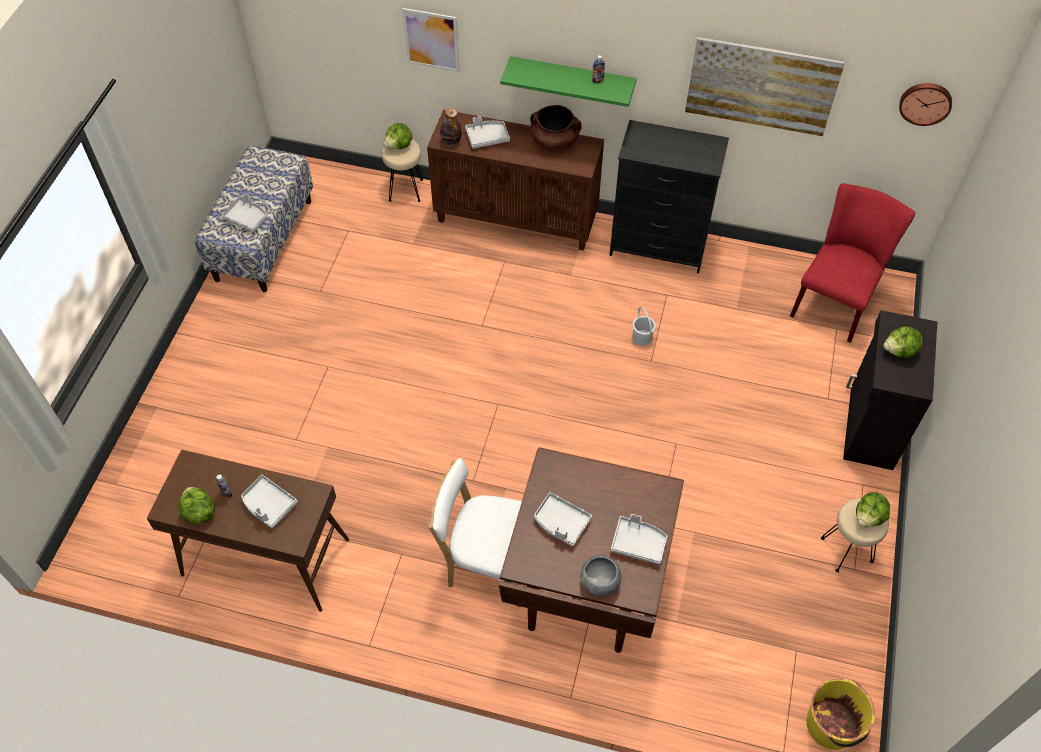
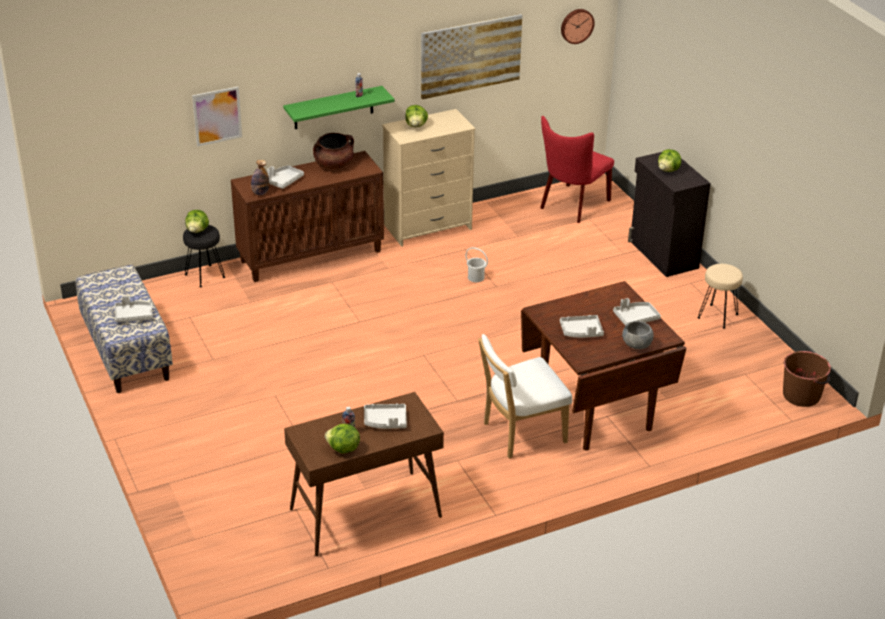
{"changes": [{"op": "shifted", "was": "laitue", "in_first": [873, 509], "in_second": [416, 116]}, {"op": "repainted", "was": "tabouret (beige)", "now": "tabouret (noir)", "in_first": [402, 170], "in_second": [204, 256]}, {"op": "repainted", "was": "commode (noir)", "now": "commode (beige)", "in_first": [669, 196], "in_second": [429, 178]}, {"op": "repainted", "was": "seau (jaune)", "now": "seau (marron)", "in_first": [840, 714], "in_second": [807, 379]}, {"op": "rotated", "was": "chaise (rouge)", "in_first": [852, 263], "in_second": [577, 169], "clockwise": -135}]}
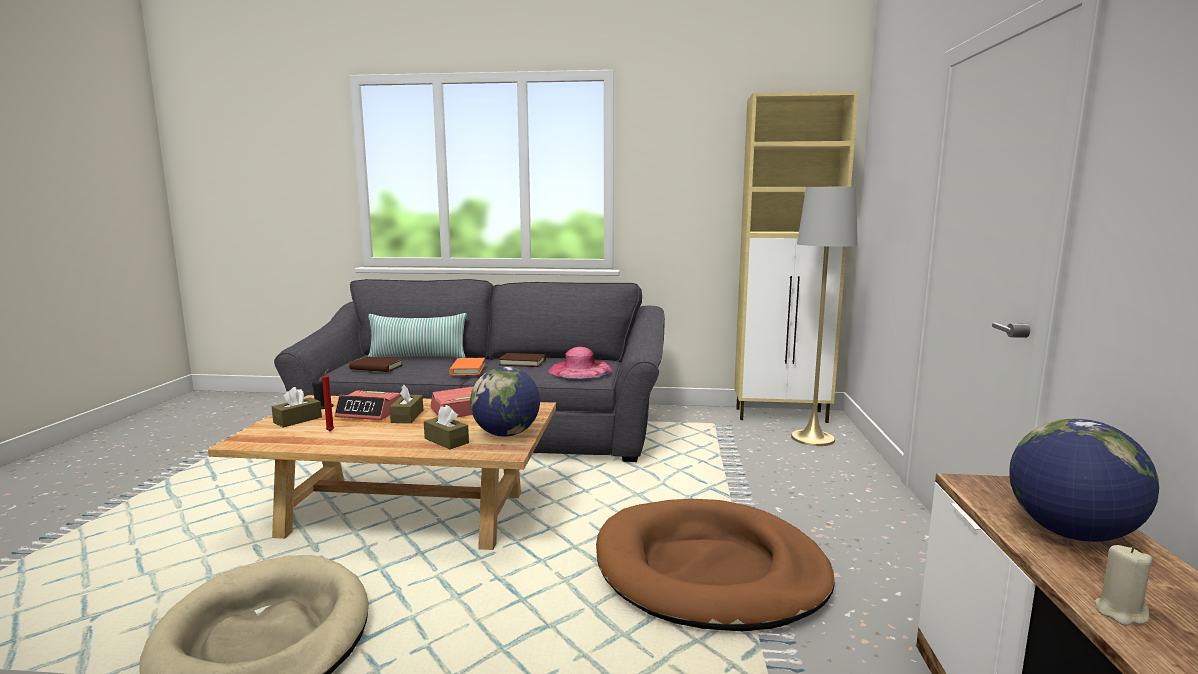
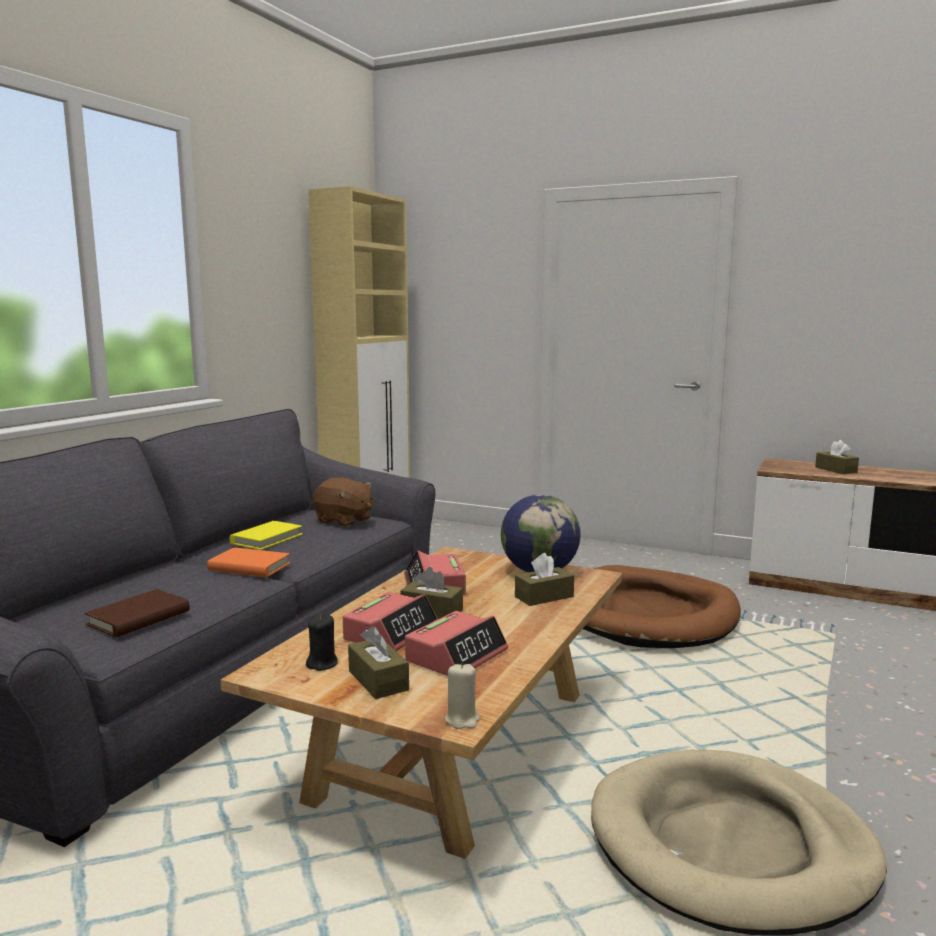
{"changes": [{"op": "gone", "was": "coussin", "in_first": [417, 335]}, {"op": "gone", "was": "lampadaire (gris)", "in_first": [824, 315]}, {"op": "shifted", "was": "bougie (beige)", "in_first": [1123, 585], "in_second": [462, 696]}, {"op": "swapped", "was": "bougie (rouge)", "now": "réveil", "in_first": [328, 400], "in_second": [456, 643]}, {"op": "swapped", "was": "chapeau (rose)", "now": "peluche (marron)", "in_first": [581, 363], "in_second": [343, 502]}, {"op": "swapped", "was": "globe", "now": "boîte à mouchoirs (marron)", "in_first": [1084, 480], "in_second": [837, 457]}, {"op": "repainted", "was": "livre (marron)", "now": "livre (jaune)", "in_first": [522, 360], "in_second": [266, 535]}]}
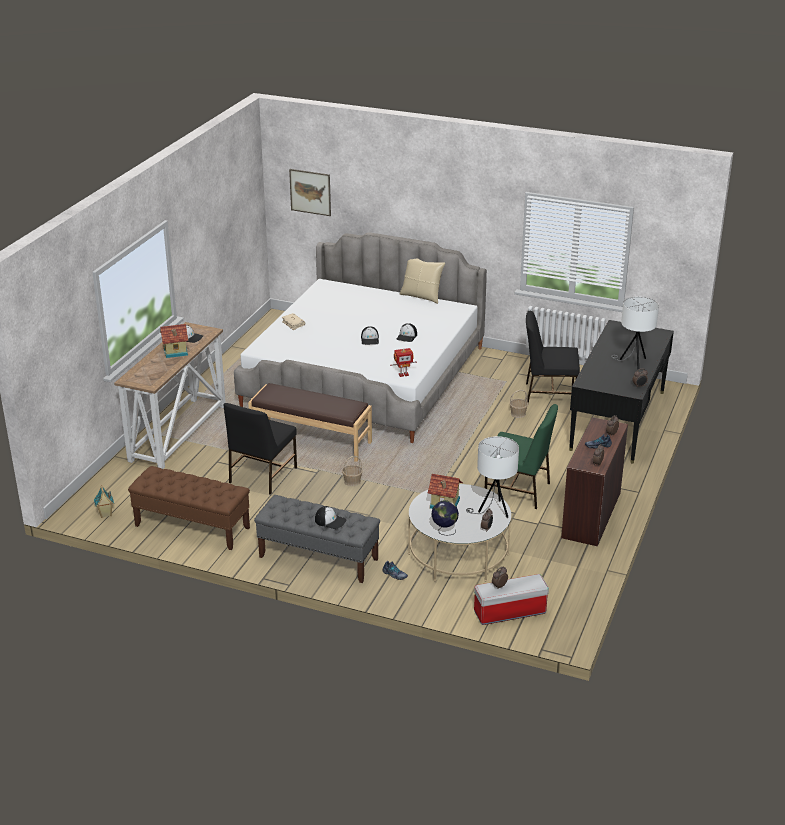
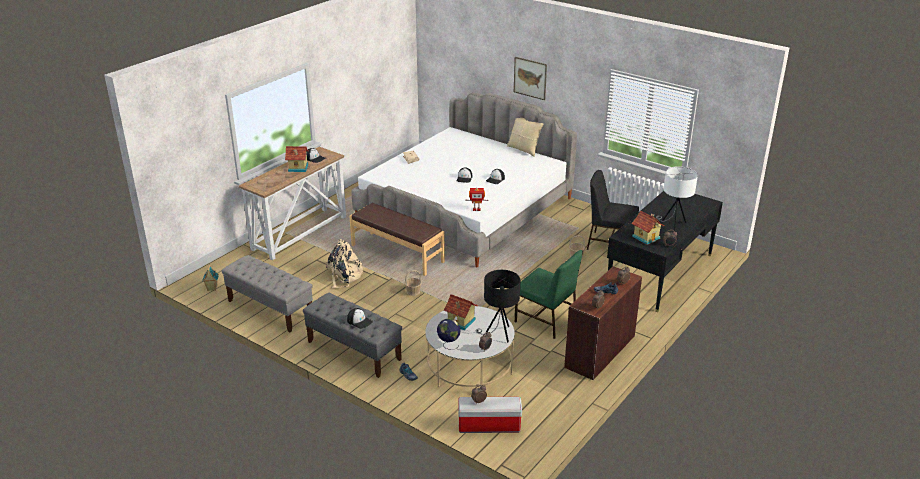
{"changes": [{"op": "new", "now": "maison miniature", "in_second": [647, 227]}, {"op": "shifted", "was": "tableau", "in_first": [310, 192], "in_second": [530, 78]}, {"op": "swapped", "was": "chaise (noir)", "now": "sac à dos (beige)", "in_first": [260, 449], "in_second": [345, 263]}, {"op": "repainted", "was": "banc (marron)", "now": "banc (gris)", "in_first": [189, 508], "in_second": [267, 293]}, {"op": "repainted", "was": "lampe de table (blanc)", "now": "lampe de table (noir)", "in_first": [492, 477], "in_second": [498, 306]}]}
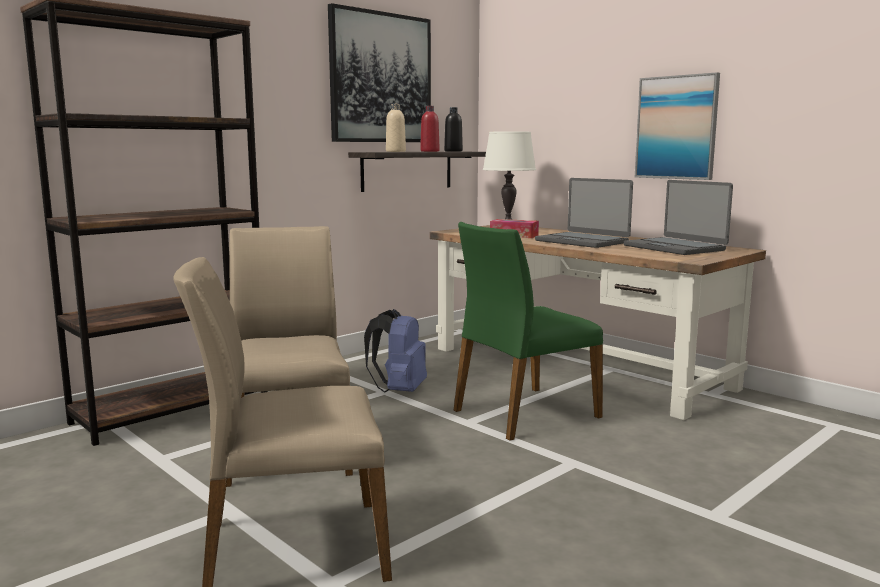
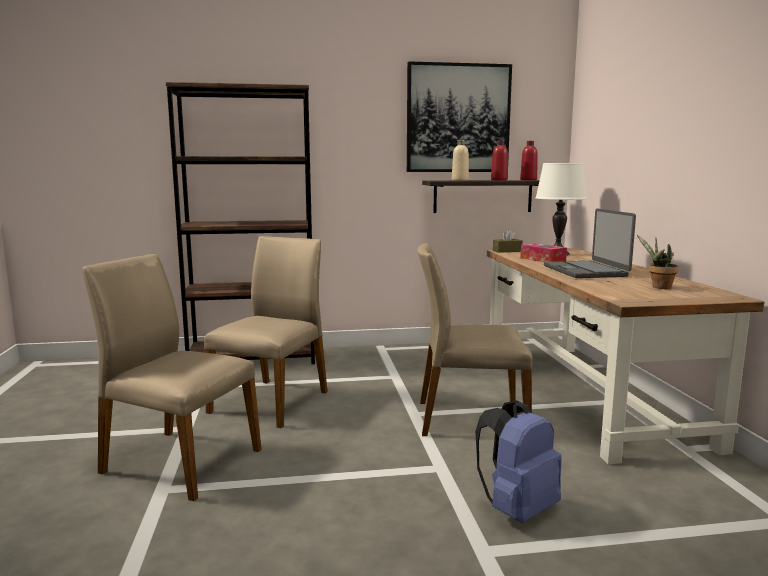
{"changes": [{"op": "gone", "was": "tableau", "in_first": [677, 126]}, {"op": "new", "now": "boîte à mouchoirs (marron)", "in_second": [508, 241]}, {"op": "shifted", "was": "sac à dos (bleu)", "in_first": [395, 351], "in_second": [518, 461]}, {"op": "swapped", "was": "ordinateur portable", "now": "plante en pot", "in_first": [678, 217], "in_second": [658, 262]}, {"op": "repainted", "was": "bouteille (noir)", "now": "bouteille (rouge)", "in_first": [453, 129], "in_second": [529, 160]}, {"op": "repainted", "was": "chaise (vert)", "now": "chaise (beige)", "in_first": [528, 331], "in_second": [474, 339]}]}
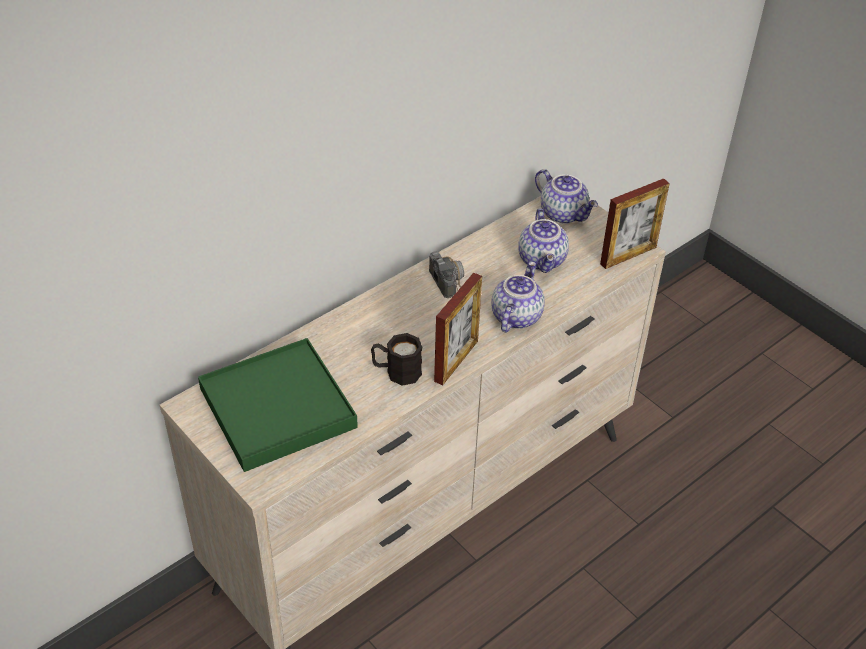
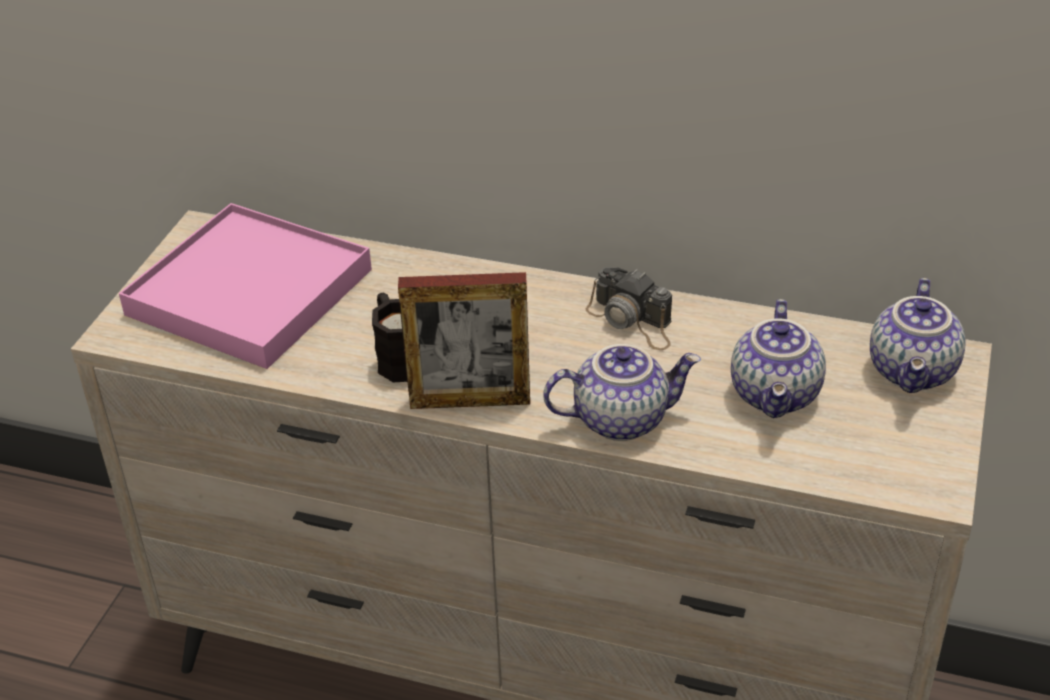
{"changes": [{"op": "gone", "was": "cadre photo", "in_first": [635, 223]}, {"op": "repainted", "was": "plateau (vert)", "now": "plateau (rose)", "in_first": [278, 405], "in_second": [245, 286]}, {"op": "rotated", "was": "appareil photo", "in_first": [446, 274], "in_second": [629, 308], "clockwise": 90}, {"op": "rotated", "was": "théière", "in_first": [543, 240], "in_second": [778, 358], "clockwise": -45}]}
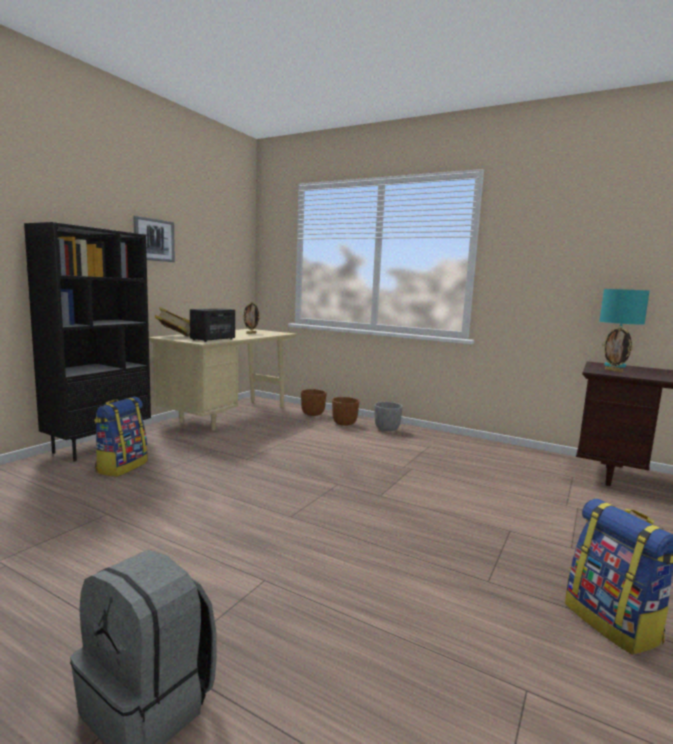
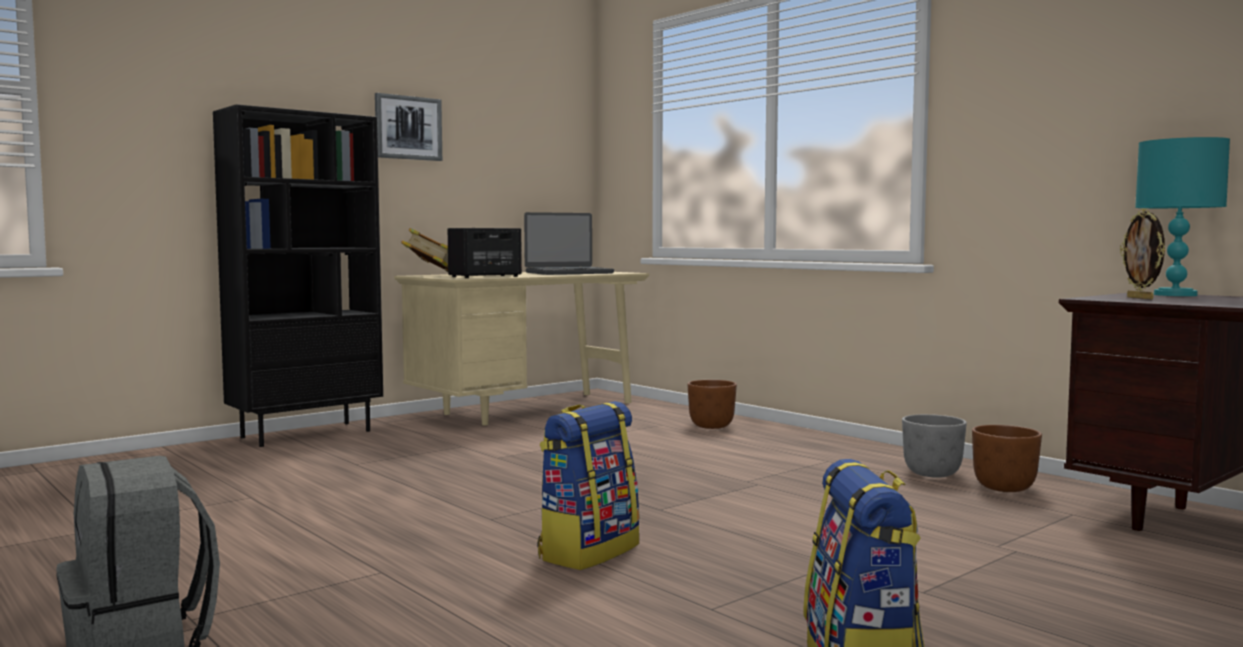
{"changes": [{"op": "shifted", "was": "sac à dos", "in_first": [121, 437], "in_second": [588, 485]}, {"op": "shifted", "was": "cache-pot (marron)", "in_first": [314, 402], "in_second": [1007, 458]}, {"op": "shifted", "was": "cache-pot (gris)", "in_first": [388, 416], "in_second": [934, 446]}, {"op": "swapped", "was": "cadre photo", "now": "ordinateur portable", "in_first": [252, 318], "in_second": [569, 243]}]}
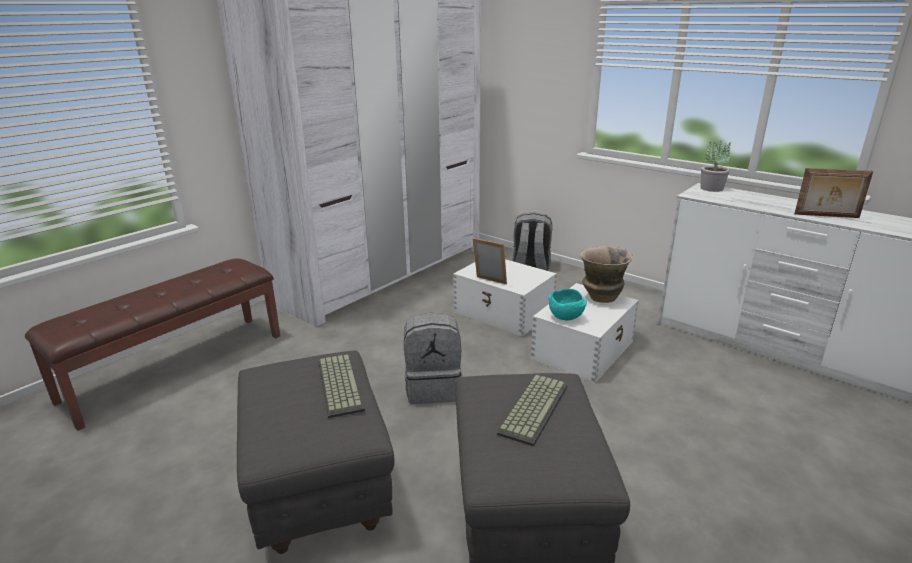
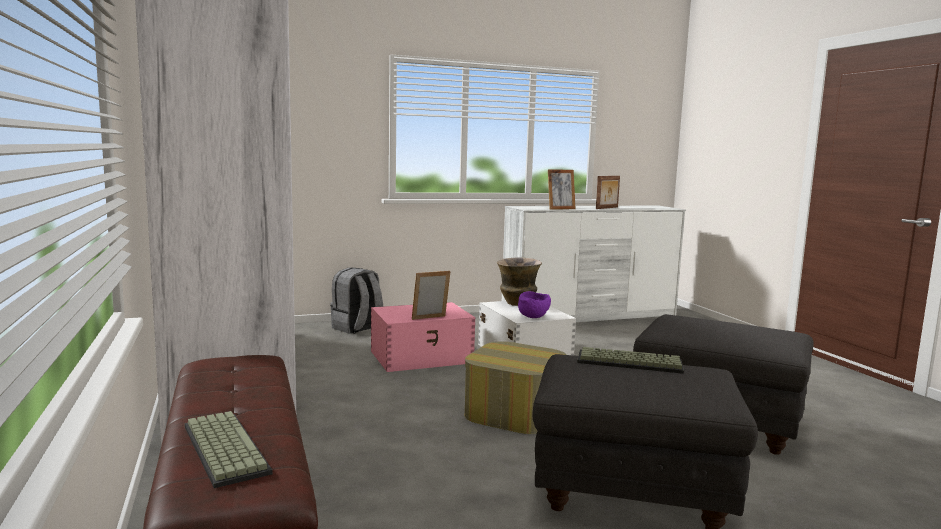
{"changes": [{"op": "gone", "was": "plante en pot", "in_first": [715, 166]}, {"op": "new", "now": "cadre photo", "in_second": [562, 189]}, {"op": "shifted", "was": "clavier", "in_first": [532, 410], "in_second": [229, 449]}, {"op": "swapped", "was": "sac à dos (gris)", "now": "pouf", "in_first": [433, 358], "in_second": [515, 388]}, {"op": "repainted", "was": "boîte de rangement (blanc)", "now": "boîte de rangement (rose)", "in_first": [505, 297], "in_second": [423, 337]}, {"op": "repainted", "was": "bol (turquoise)", "now": "bol (violet)", "in_first": [567, 304], "in_second": [534, 304]}]}
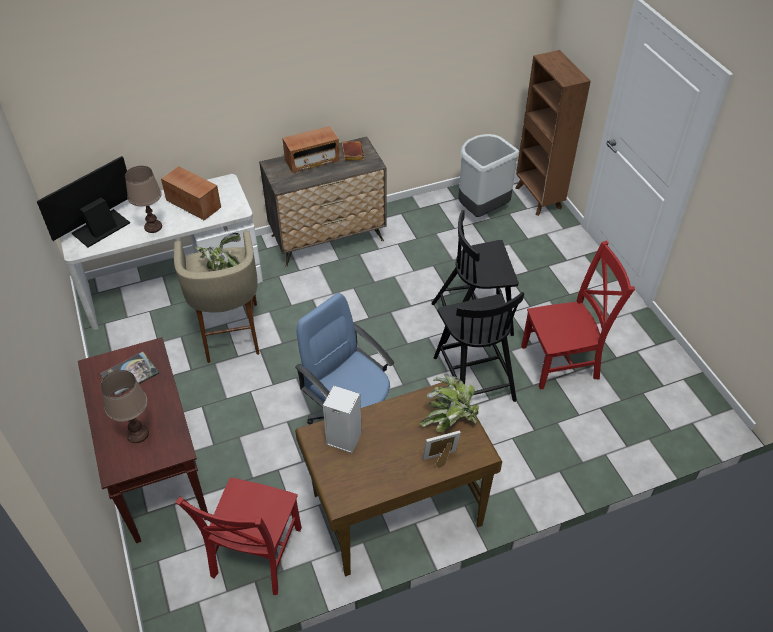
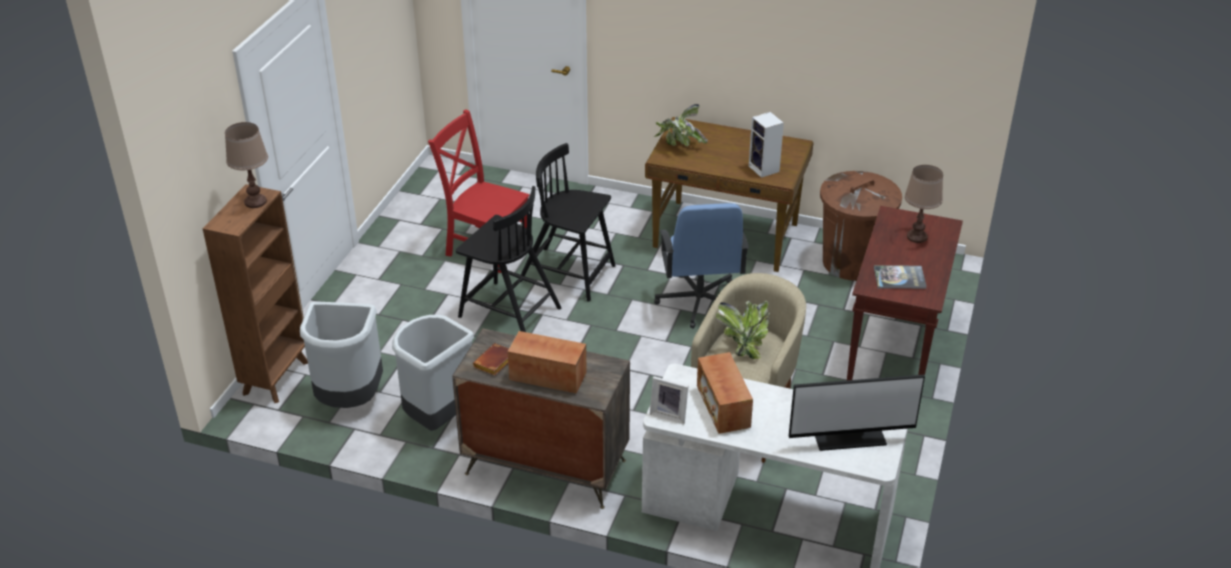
{"changes": [{"op": "new", "now": "poubelle (gris)", "in_second": [433, 373]}, {"op": "shifted", "was": "lampe de table (marron)", "in_first": [143, 199], "in_second": [246, 165]}, {"op": "shifted", "was": "cadre photo", "in_first": [441, 449], "in_second": [669, 400]}, {"op": "swapped", "was": "chaise (rouge)", "now": "poubelle (marron)", "in_first": [238, 536], "in_second": [861, 226]}, {"op": "rotated", "was": "chaise (noir)", "in_first": [479, 347], "in_second": [568, 222], "clockwise": -90}]}
